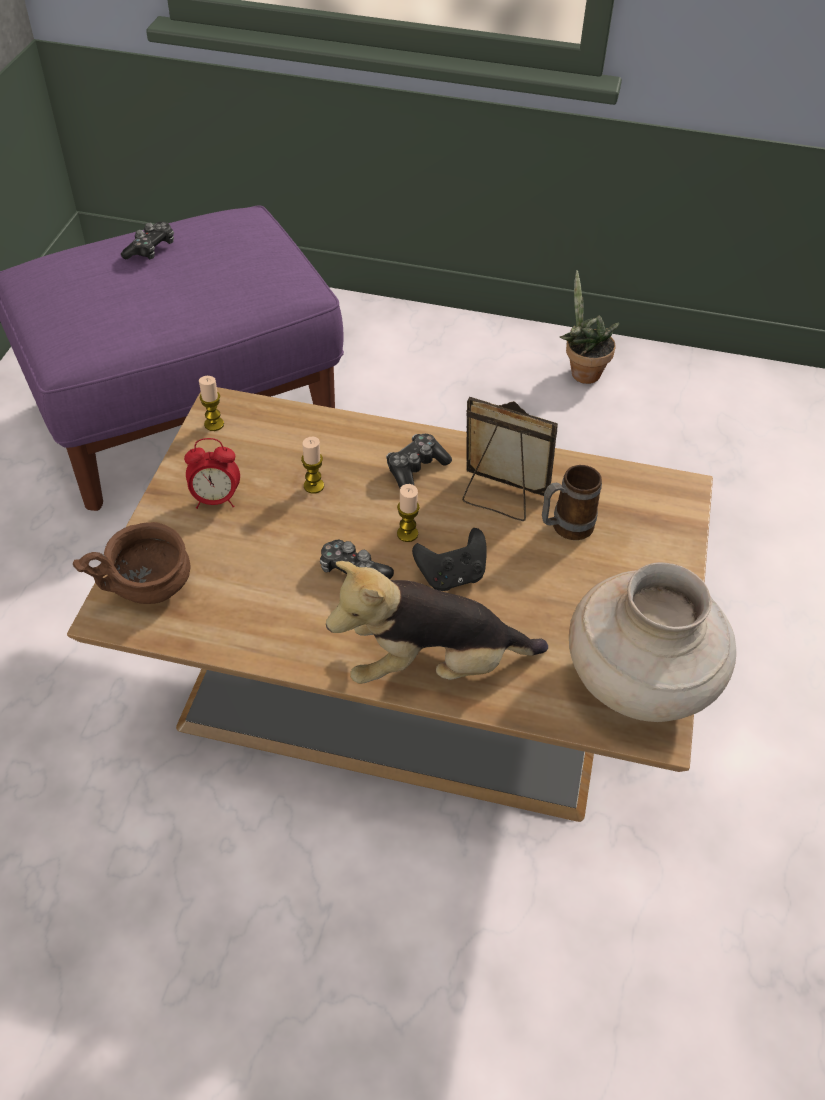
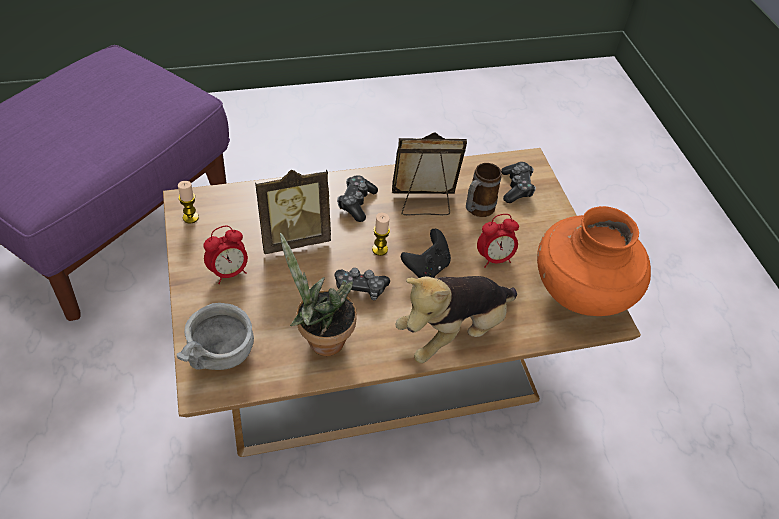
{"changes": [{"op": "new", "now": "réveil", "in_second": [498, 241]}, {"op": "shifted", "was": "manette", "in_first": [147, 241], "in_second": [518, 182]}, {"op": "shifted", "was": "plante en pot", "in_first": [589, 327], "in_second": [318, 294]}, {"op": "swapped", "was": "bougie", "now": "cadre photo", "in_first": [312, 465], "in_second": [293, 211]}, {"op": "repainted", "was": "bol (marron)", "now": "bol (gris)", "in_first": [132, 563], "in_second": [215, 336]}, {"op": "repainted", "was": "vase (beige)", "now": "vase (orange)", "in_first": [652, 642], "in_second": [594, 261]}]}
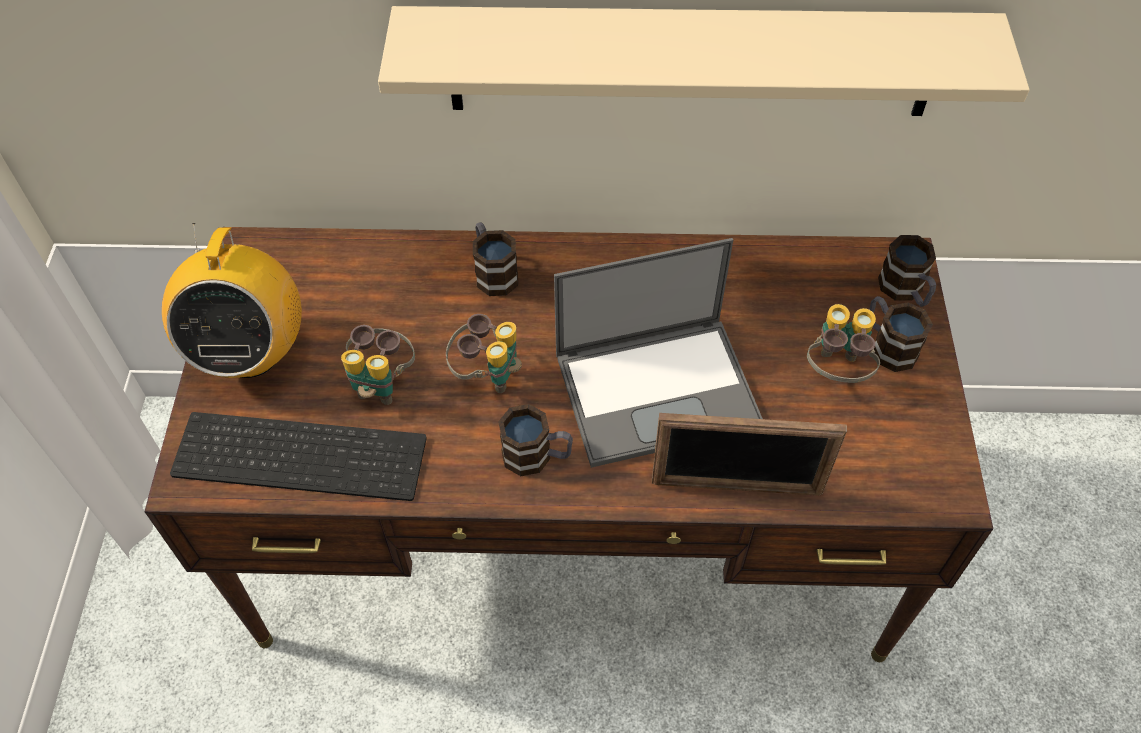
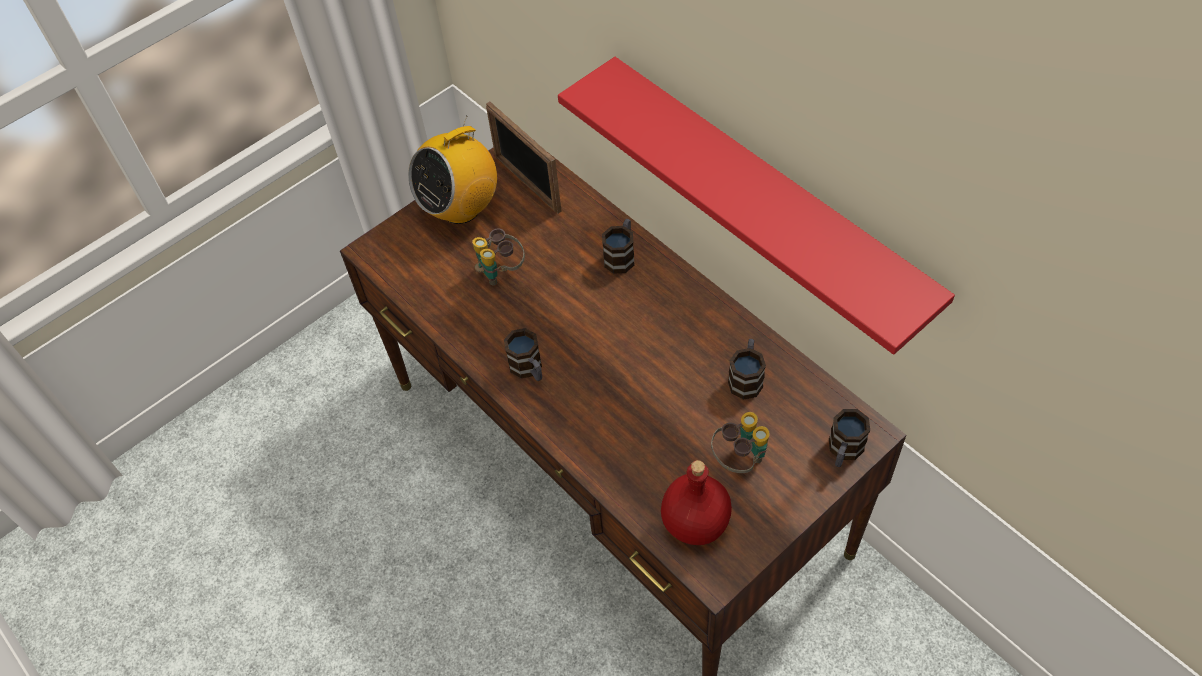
{"changes": [{"op": "gone", "was": "clavier", "in_first": [298, 456]}, {"op": "gone", "was": "jumelles", "in_first": [484, 353]}, {"op": "gone", "was": "ordinateur portable", "in_first": [658, 353]}, {"op": "new", "now": "bouteille (rouge)", "in_second": [696, 502]}, {"op": "shifted", "was": "cadre photo", "in_first": [749, 454], "in_second": [523, 157]}, {"op": "shifted", "was": "mug", "in_first": [901, 334], "in_second": [747, 369]}, {"op": "repainted", "was": "étagère (beige)", "now": "étagère (rouge)", "in_first": [704, 61], "in_second": [756, 206]}]}
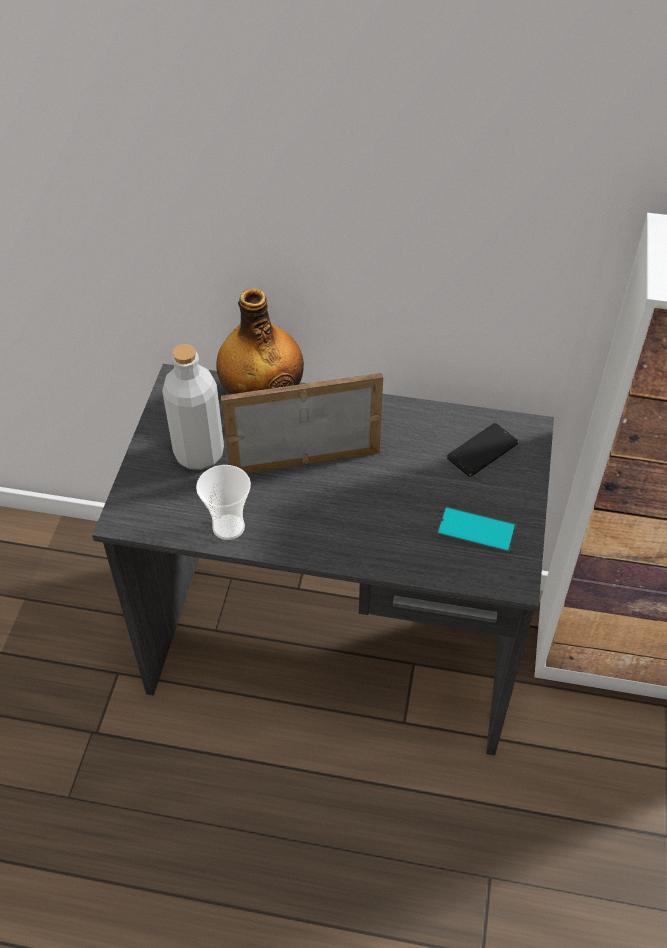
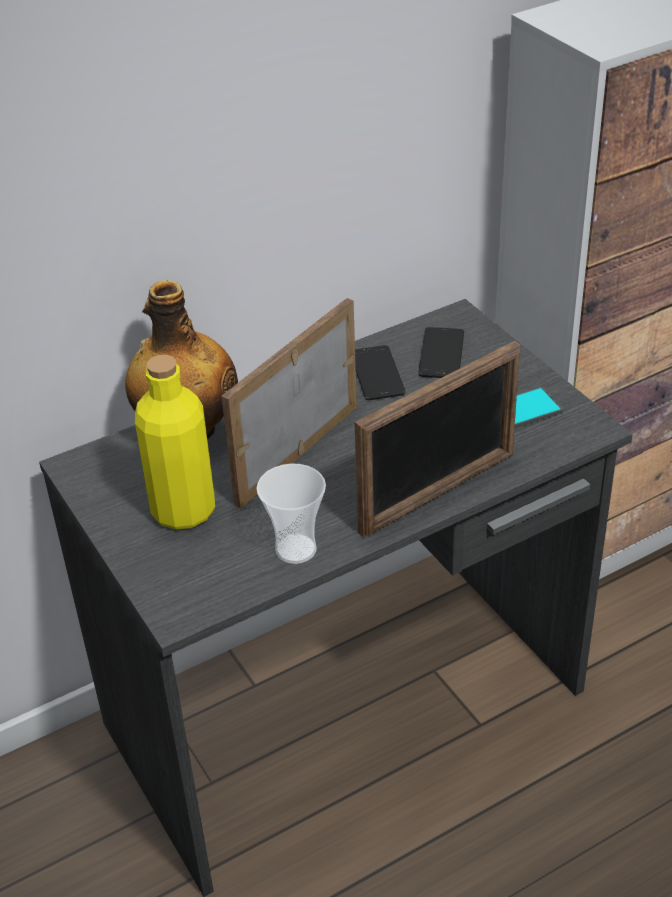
{"changes": [{"op": "new", "now": "cadre photo", "in_second": [437, 439]}, {"op": "new", "now": "téléphone", "in_second": [380, 372]}, {"op": "repainted", "was": "bouteille (gris)", "now": "bouteille (jaune)", "in_first": [193, 407], "in_second": [175, 442]}]}
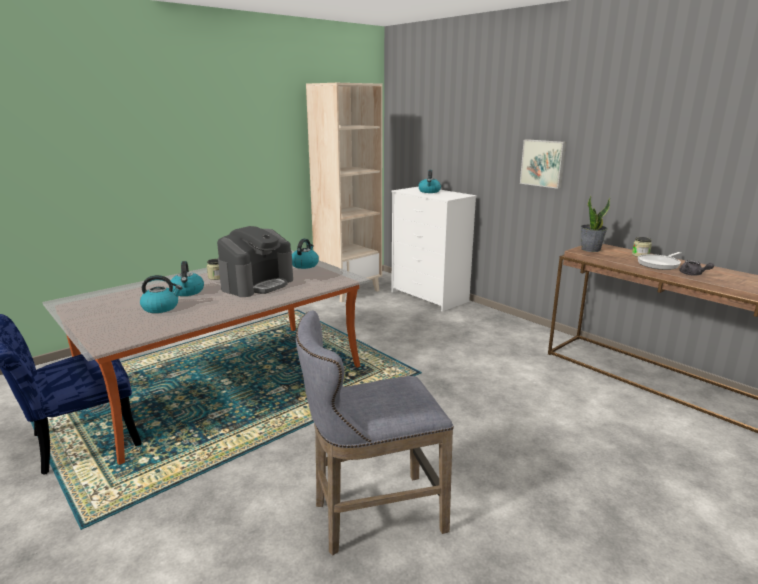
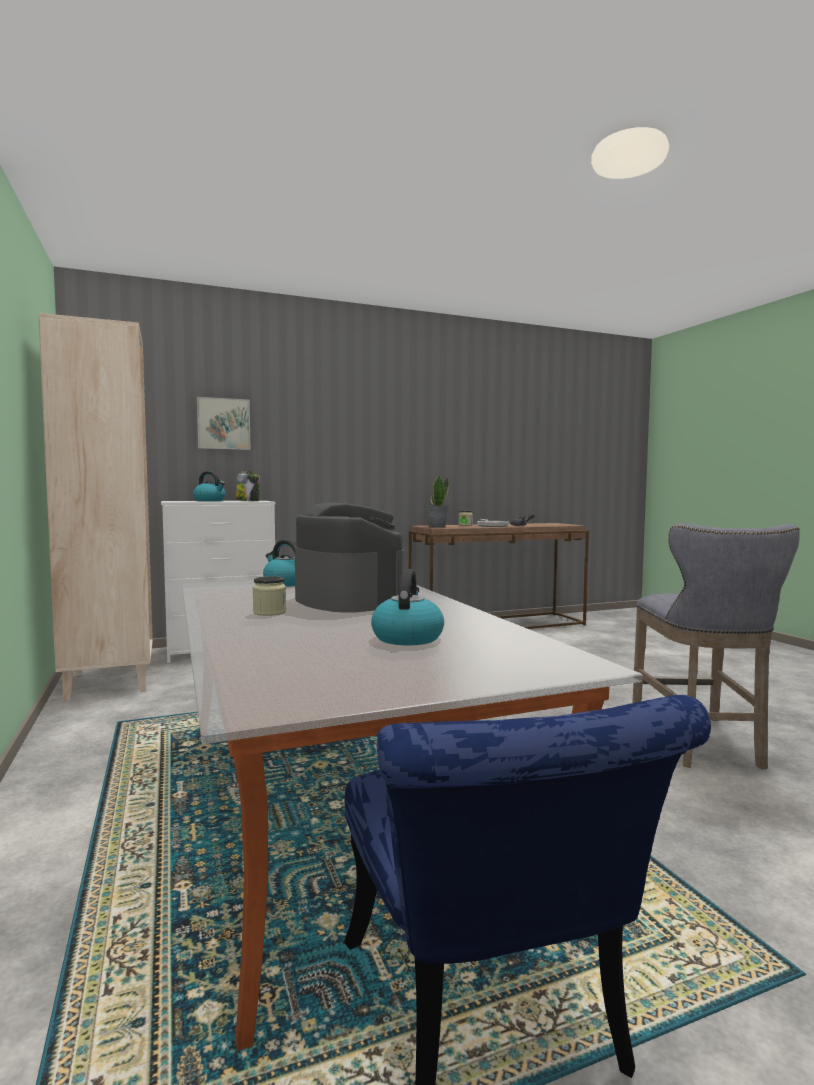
{"changes": [{"op": "gone", "was": "bouilloire", "in_first": [187, 278]}, {"op": "new", "now": "bocal", "in_second": [248, 486]}, {"op": "shifted", "was": "tableau", "in_first": [543, 164], "in_second": [224, 423]}]}
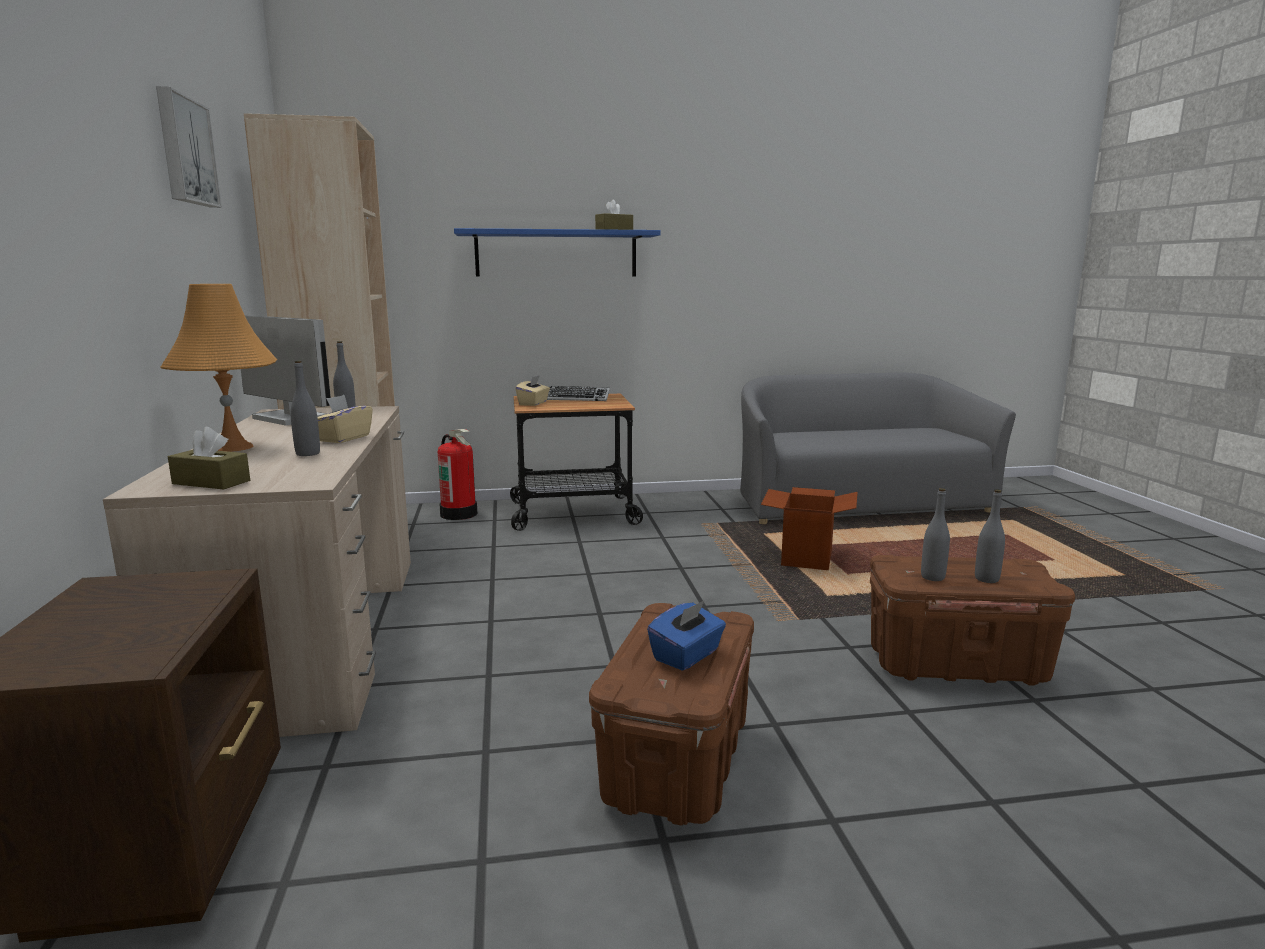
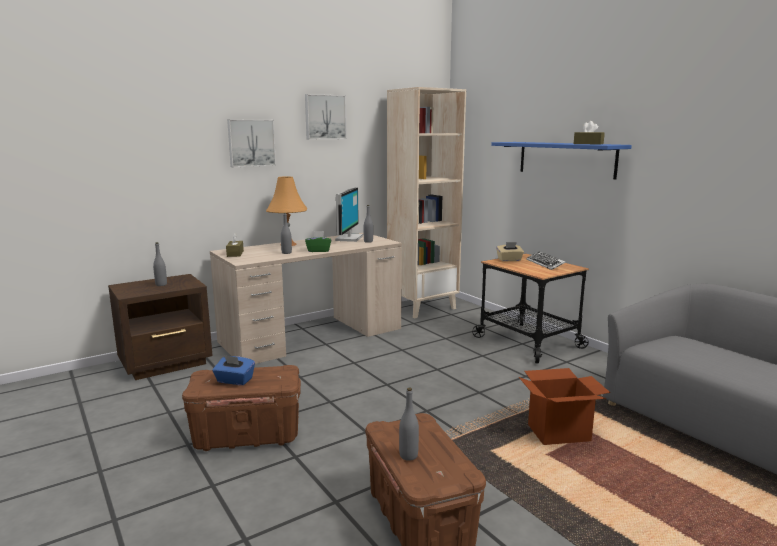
{"changes": [{"op": "gone", "was": "extincteur", "in_first": [457, 474]}, {"op": "new", "now": "tableau", "in_second": [251, 143]}, {"op": "shifted", "was": "bouteille (gris)", "in_first": [935, 534], "in_second": [160, 264]}, {"op": "repainted", "was": "boîte à mouchoirs (beige)", "now": "boîte à mouchoirs (vert)", "in_first": [345, 419], "in_second": [318, 241]}]}
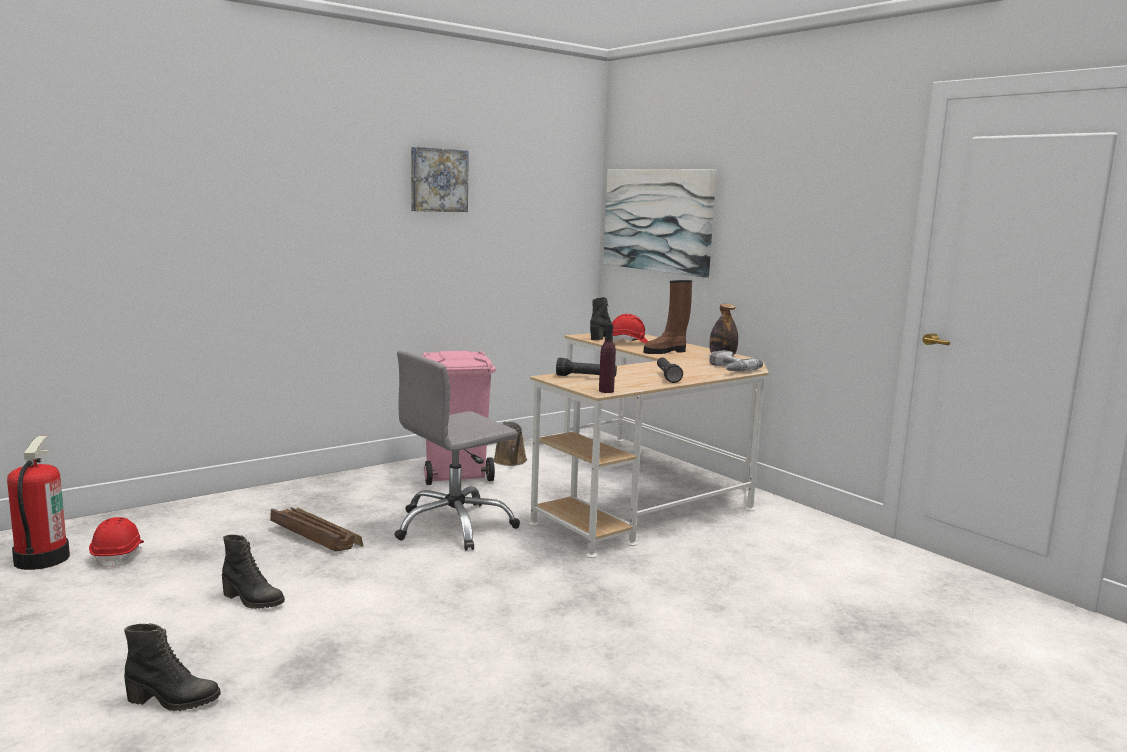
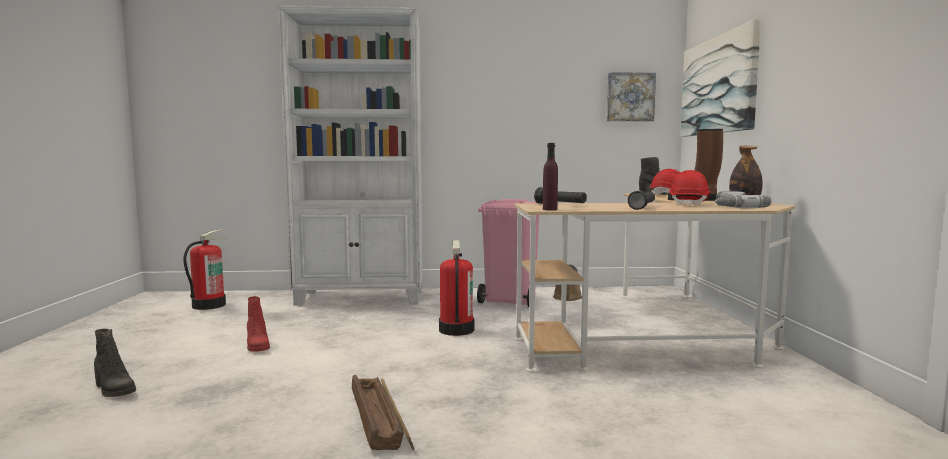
{"changes": [{"op": "new", "now": "bibliothèque (blanc)", "in_second": [350, 155]}, {"op": "shifted", "was": "casque de chantier (rouge)", "in_first": [116, 543], "in_second": [690, 188]}, {"op": "shifted", "was": "caisse", "in_first": [317, 529], "in_second": [383, 412]}, {"op": "shifted", "was": "tableau", "in_first": [440, 179], "in_second": [631, 96]}, {"op": "swapped", "was": "chaise de bureau (gris)", "now": "extincteur", "in_first": [457, 450], "in_second": [456, 288]}, {"op": "repainted", "was": "botte (noir)", "now": "botte (rouge)", "in_first": [253, 572], "in_second": [258, 324]}]}
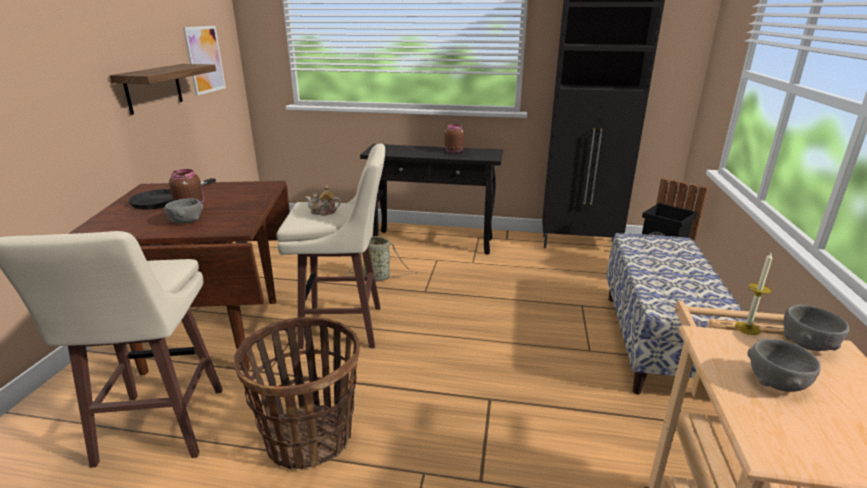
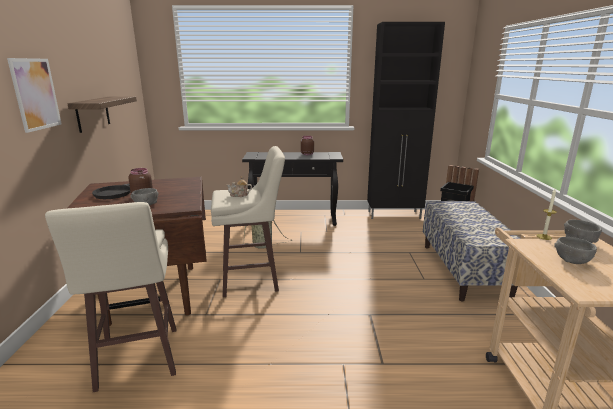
{"changes": [{"op": "gone", "was": "panier", "in_first": [297, 393]}, {"op": "shifted", "was": "tableau", "in_first": [204, 61], "in_second": [34, 95]}]}
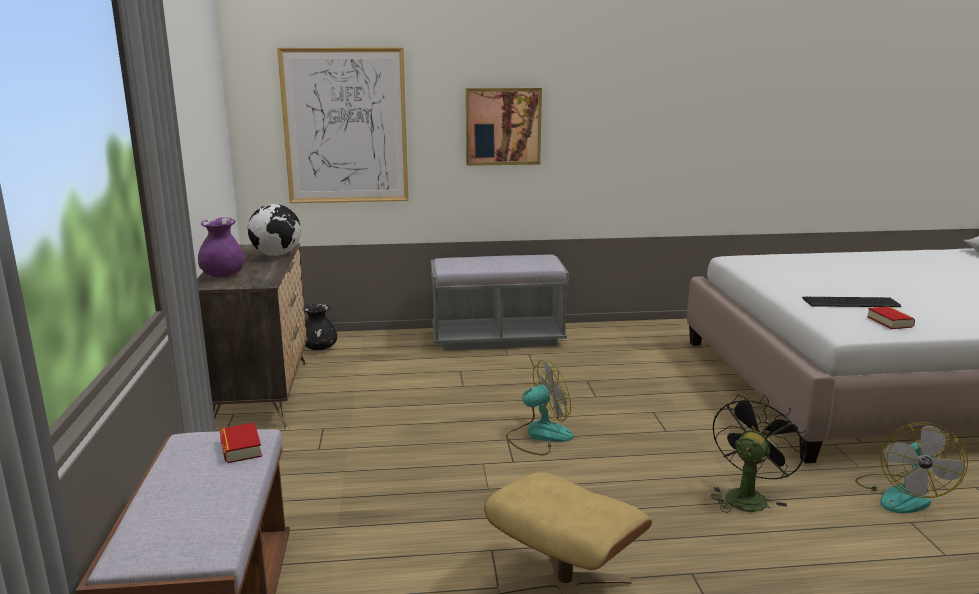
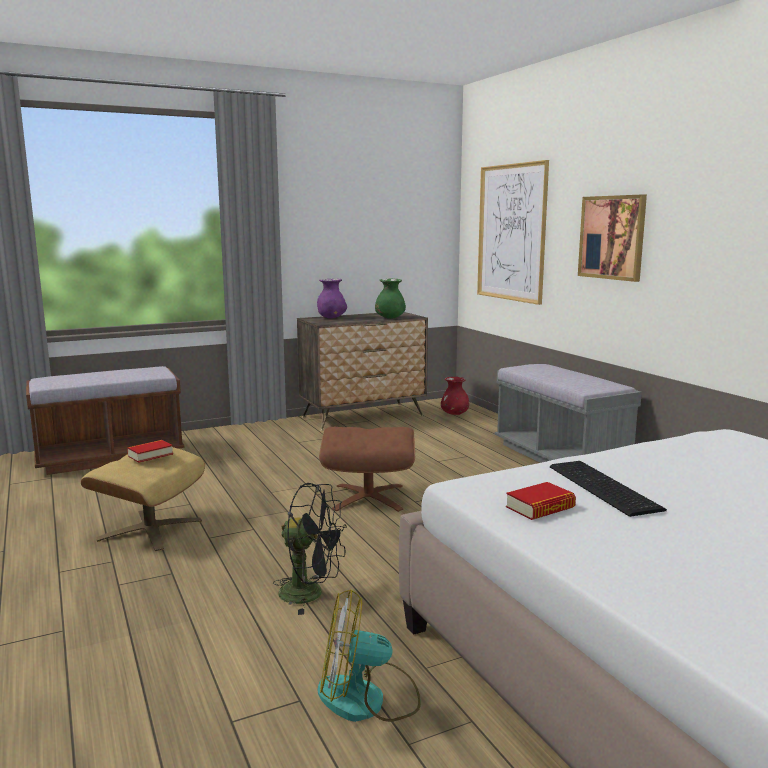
{"changes": [{"op": "shifted", "was": "livre", "in_first": [241, 442], "in_second": [150, 451]}, {"op": "swapped", "was": "globe", "now": "vase (vert)", "in_first": [274, 230], "in_second": [390, 298]}, {"op": "swapped", "was": "ventilateur", "now": "pouf (marron)", "in_first": [540, 407], "in_second": [367, 469]}, {"op": "repainted", "was": "vase (noir)", "now": "vase (rouge)", "in_first": [321, 327], "in_second": [455, 396]}]}
